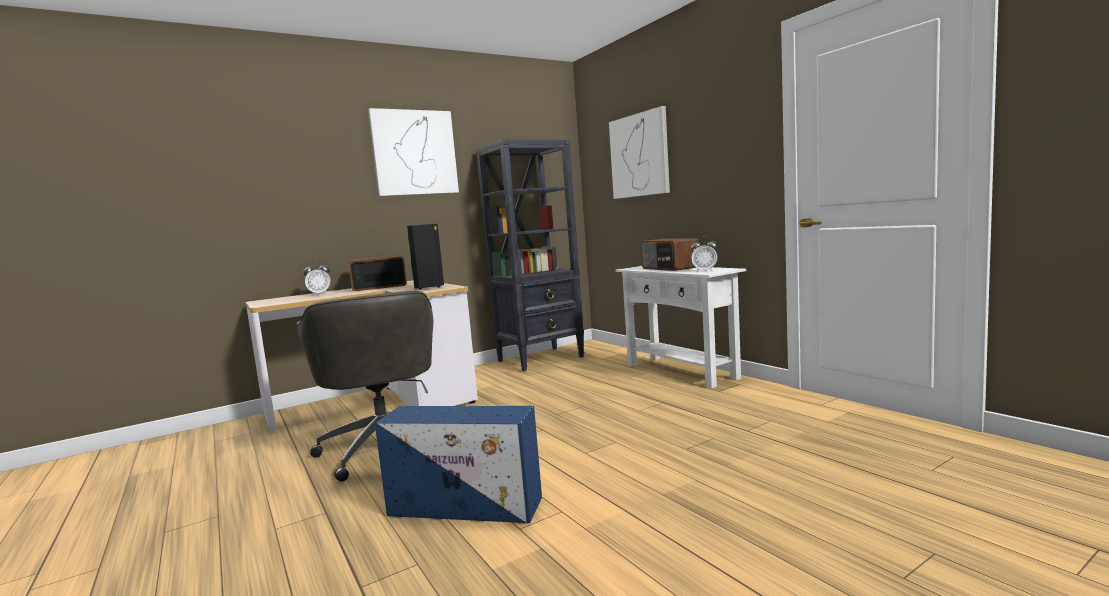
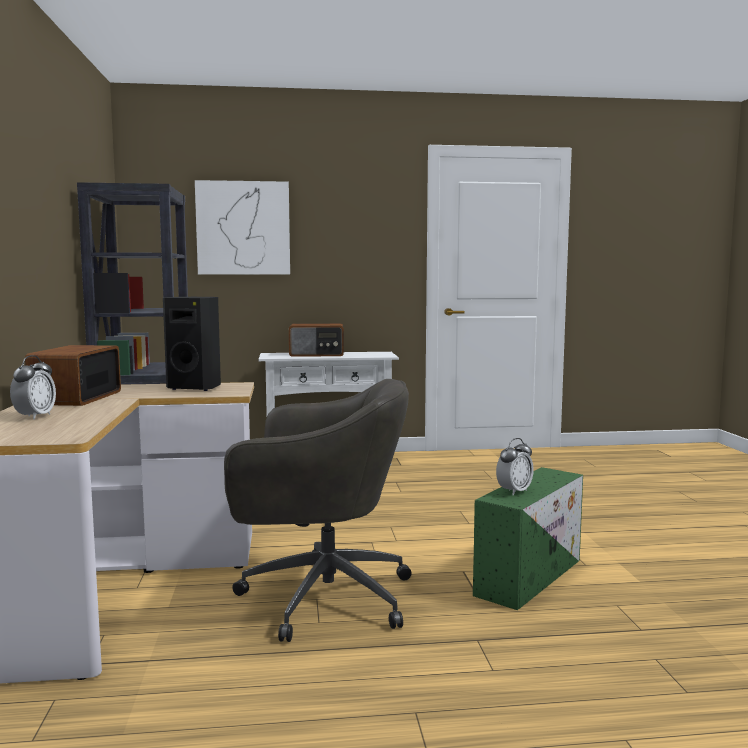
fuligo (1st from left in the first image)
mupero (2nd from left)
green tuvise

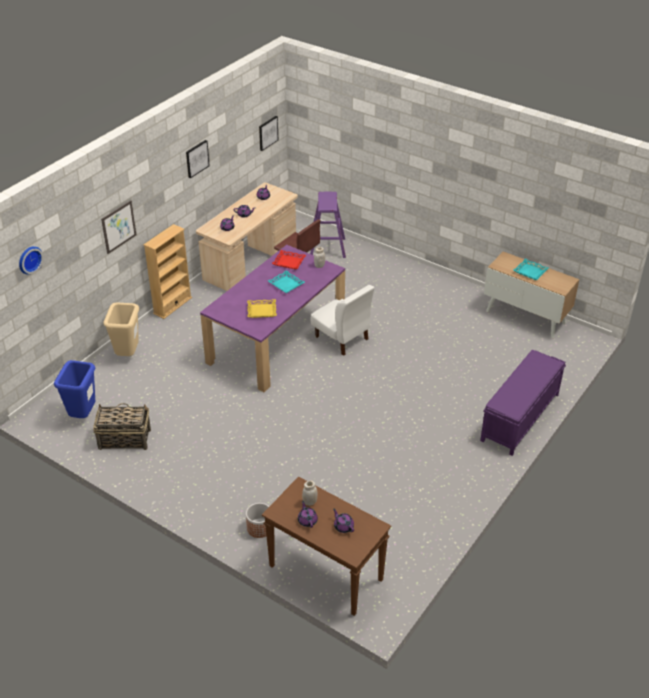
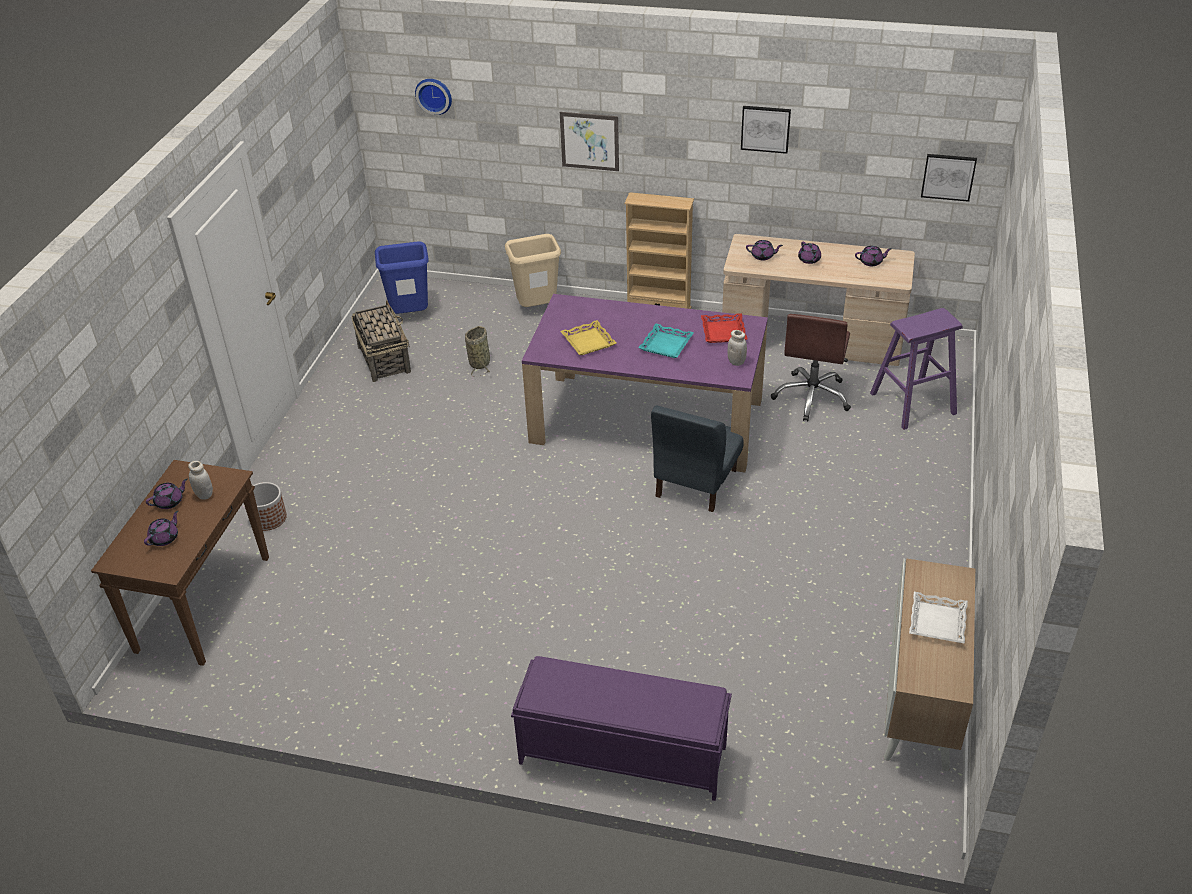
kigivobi (2nd from left)
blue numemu
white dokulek

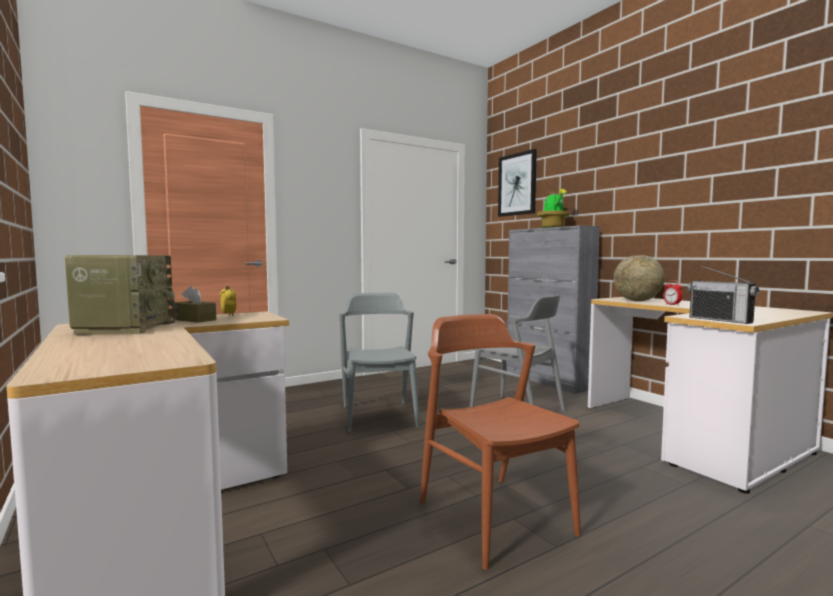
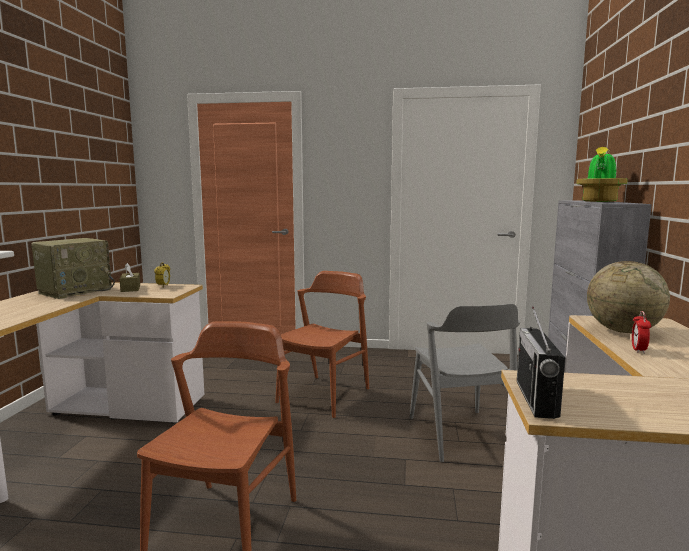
fuligo
brown numemu (2nd from left)

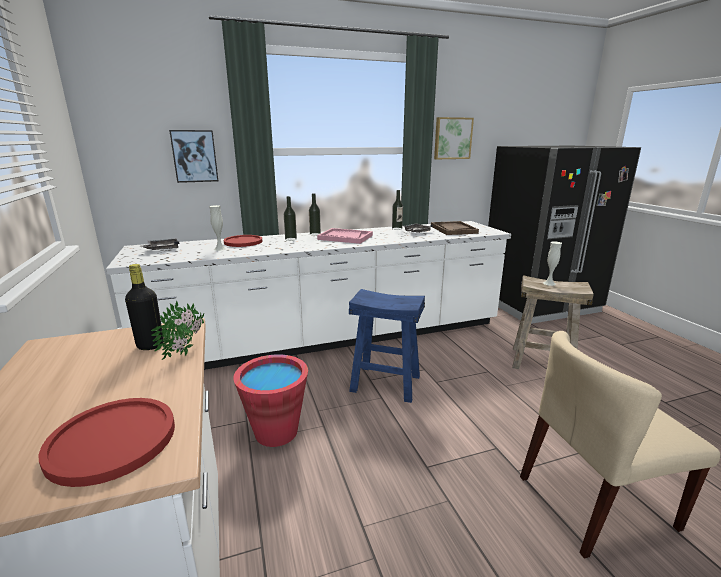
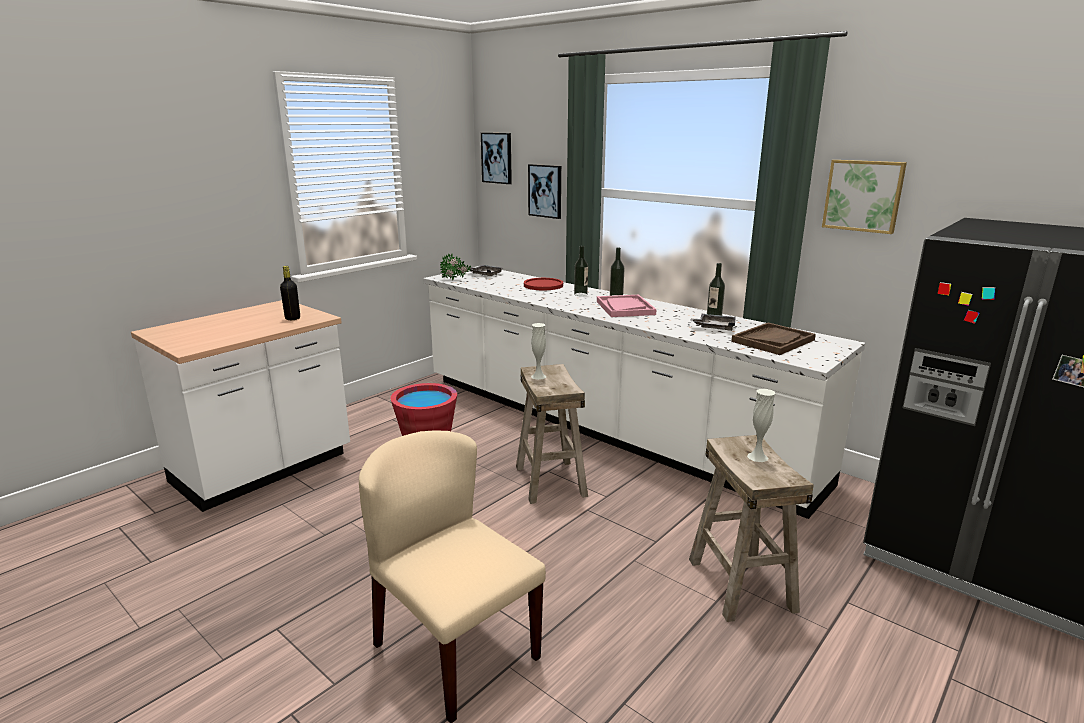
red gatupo (1st from left in the first image)
fuligo (1st from left)
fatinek
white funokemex (1st from left)
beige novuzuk (1st from left)

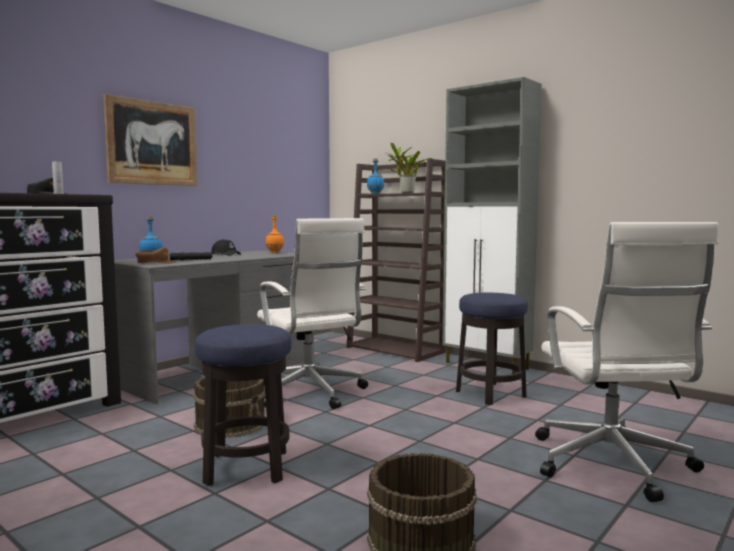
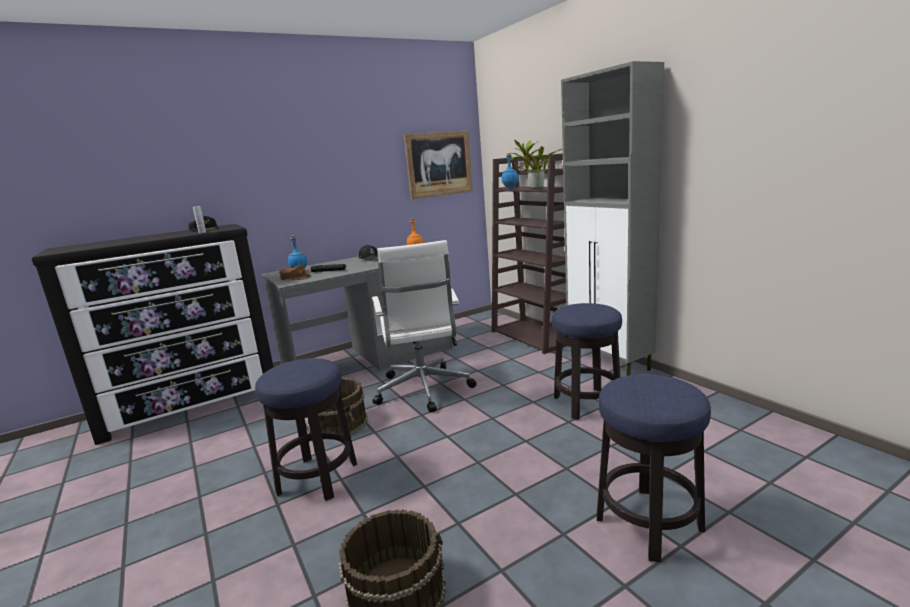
fuligo
novuzuk (3rd from left)

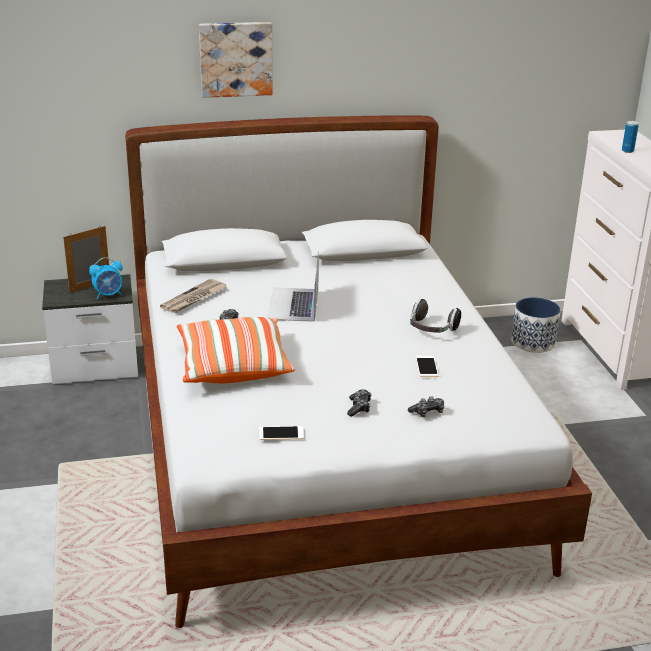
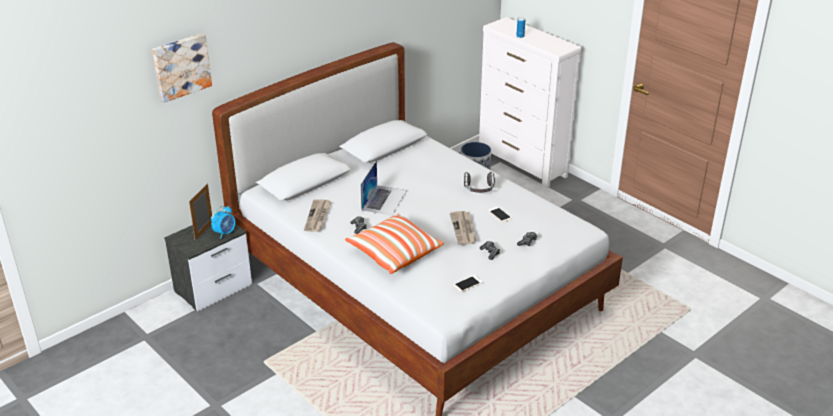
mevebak (2nd from left)
fuligo
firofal

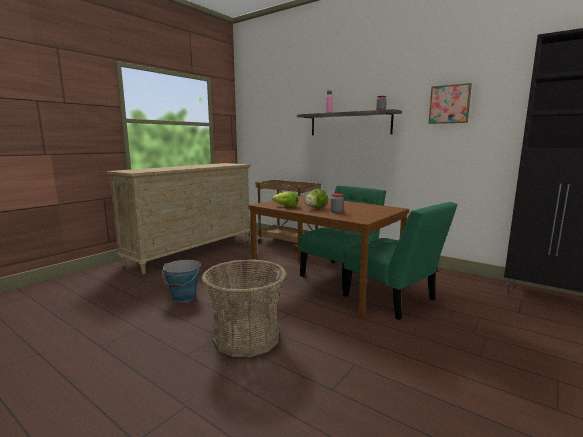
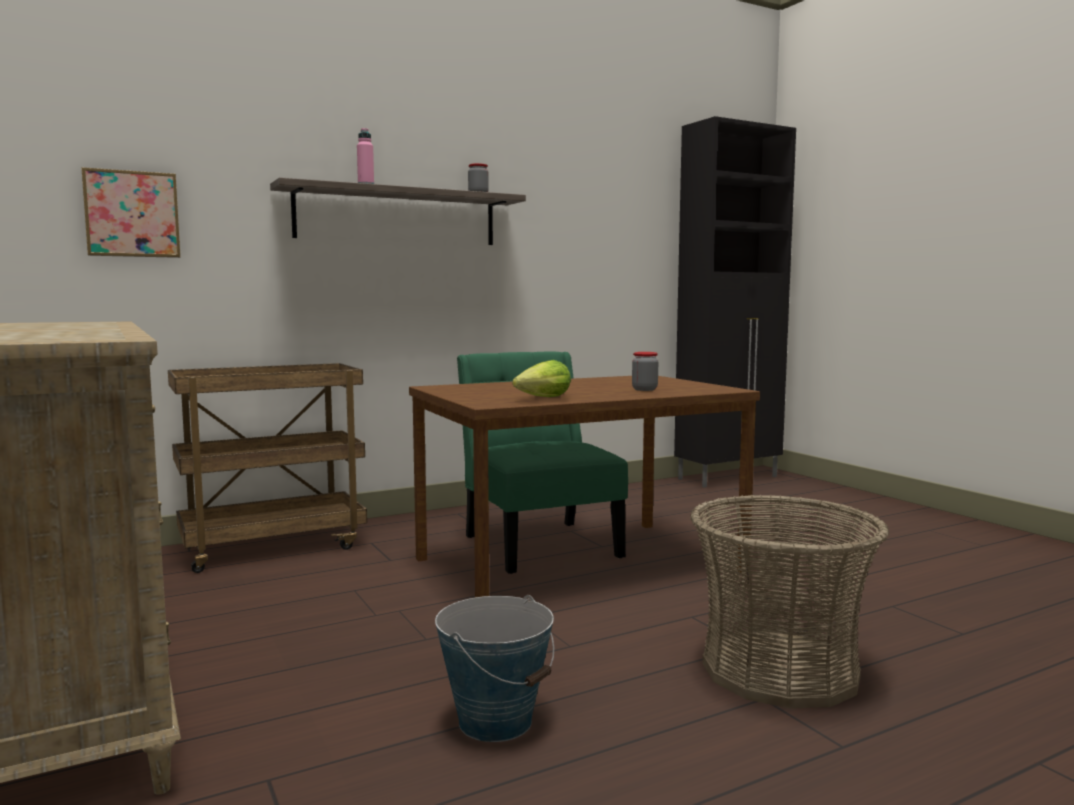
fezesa (2nd from left in the first image)
green numemu (2nd from left in the first image)
fuligo

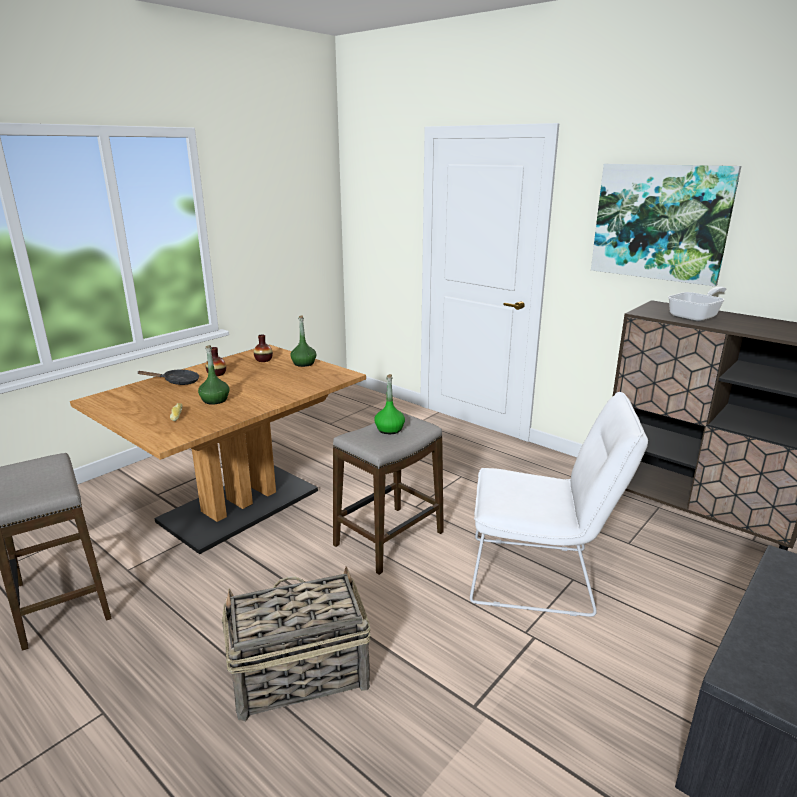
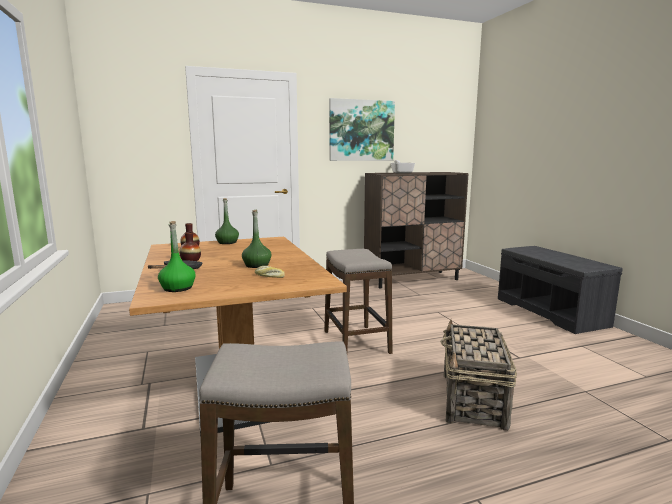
white numemu
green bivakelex (1st from left)

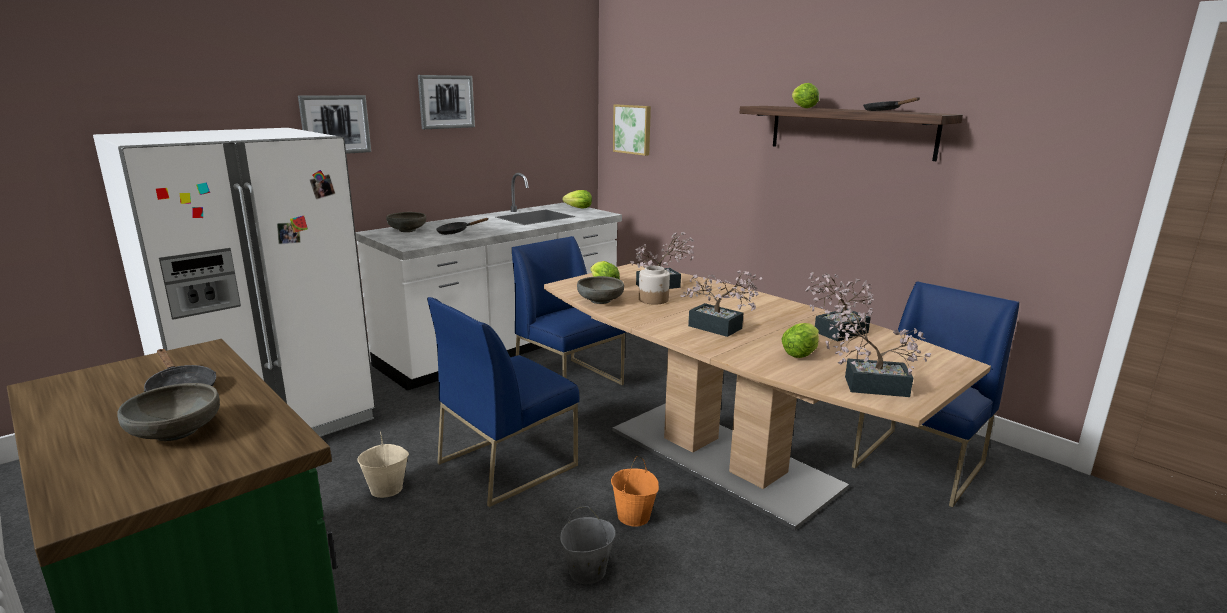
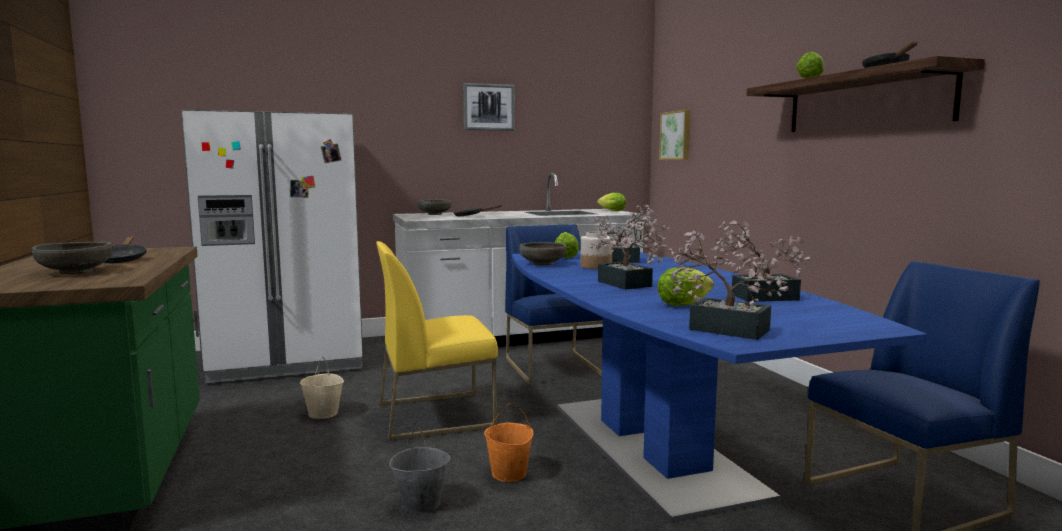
fuligo (1st from left in the first image)
yellow numemu
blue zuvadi

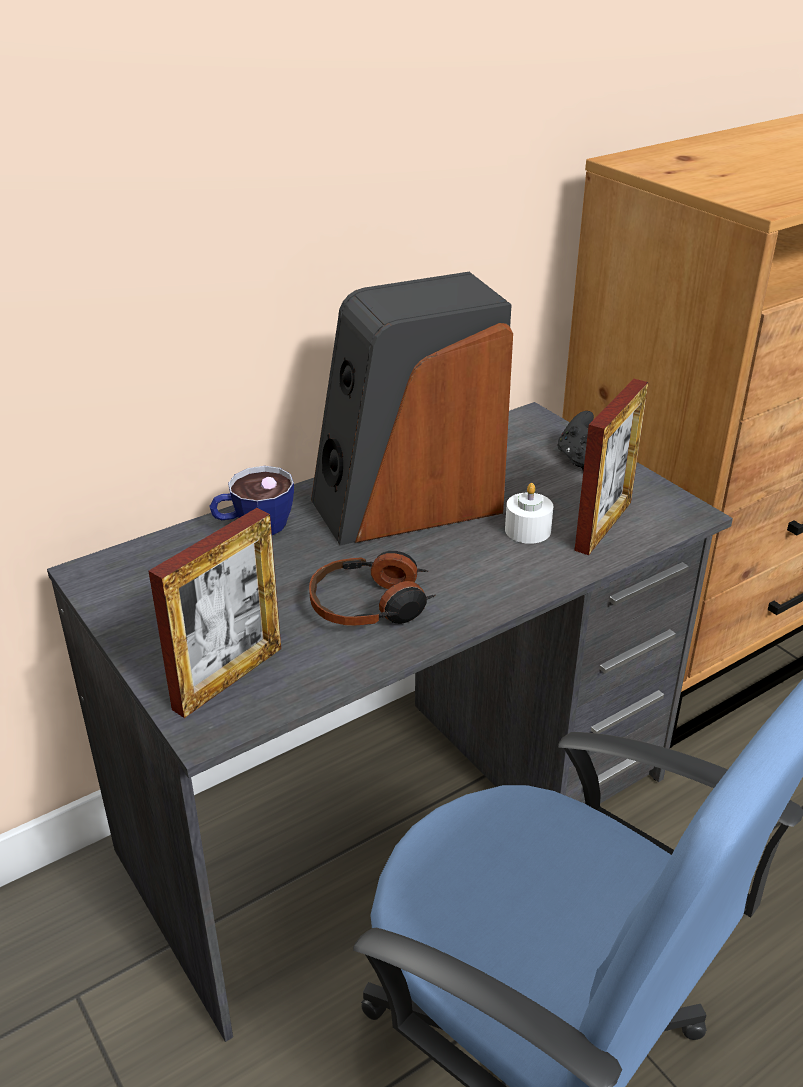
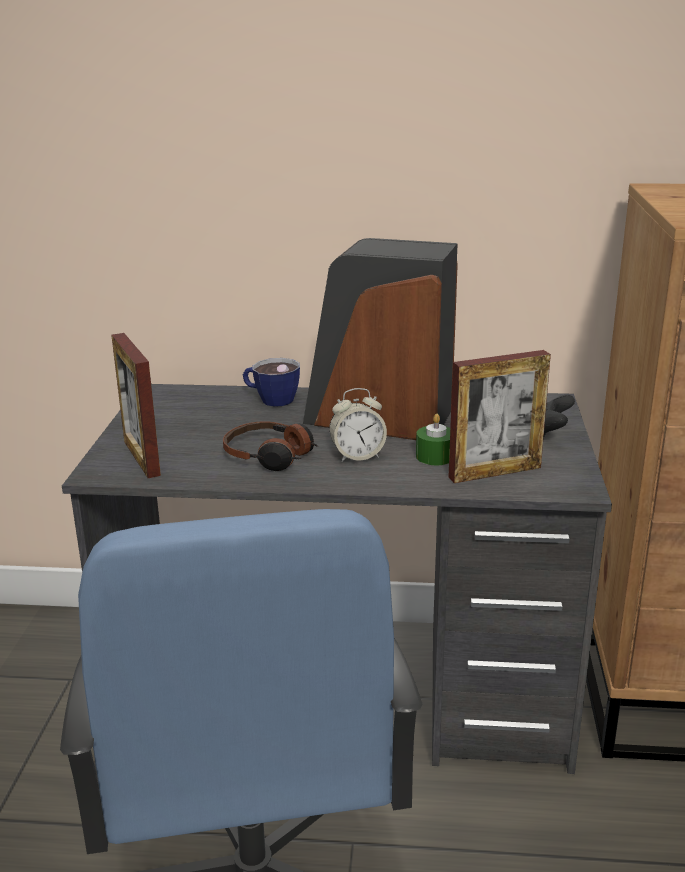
mupero
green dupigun
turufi (1st from left)

